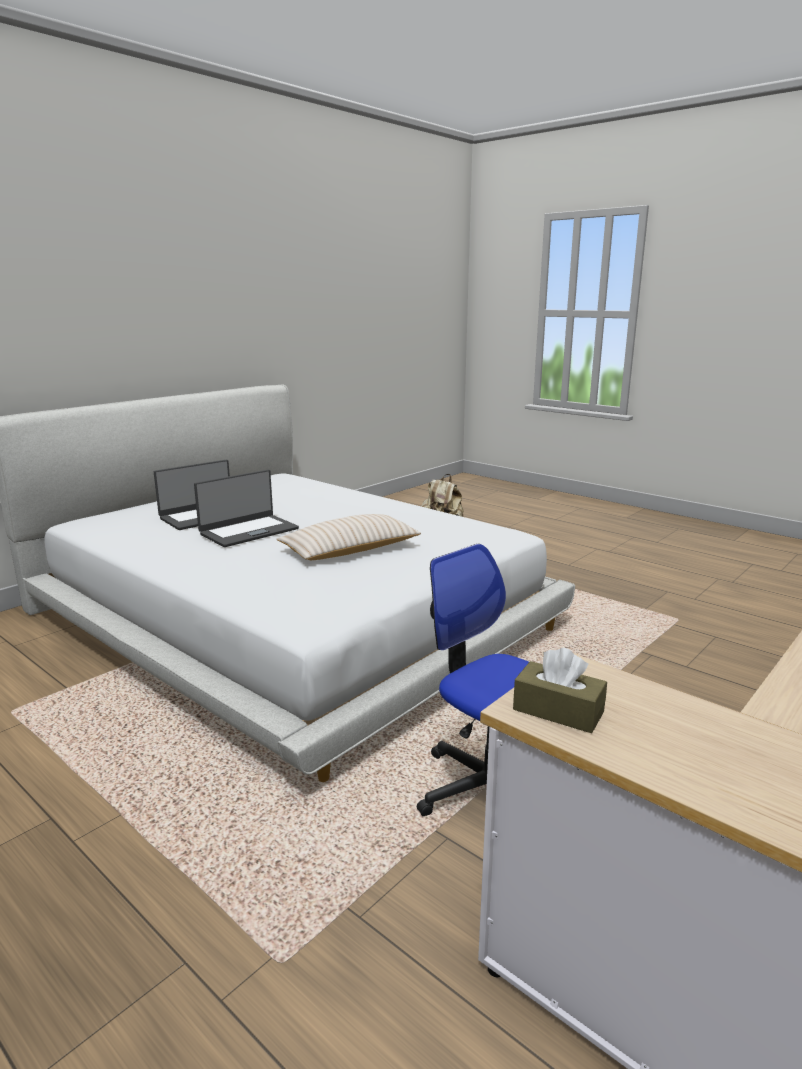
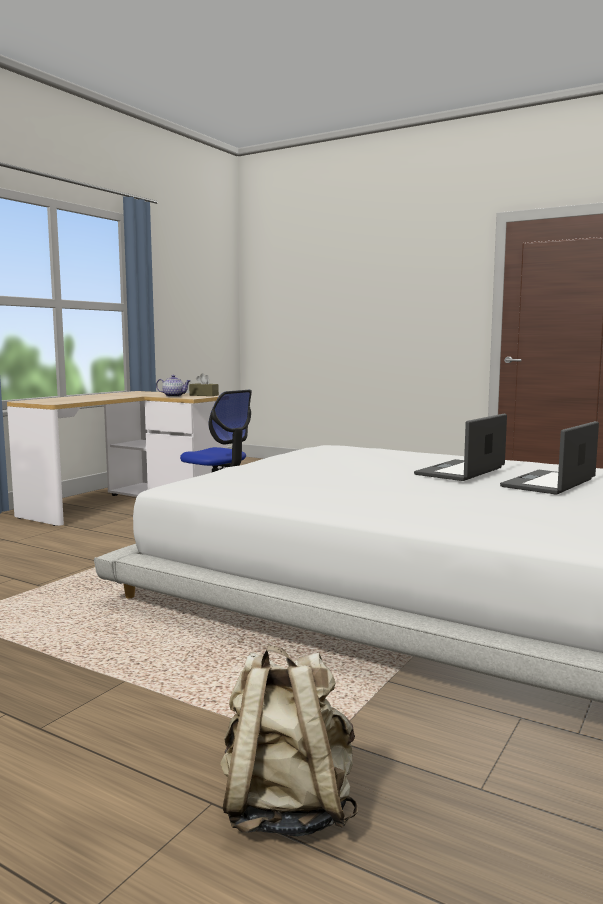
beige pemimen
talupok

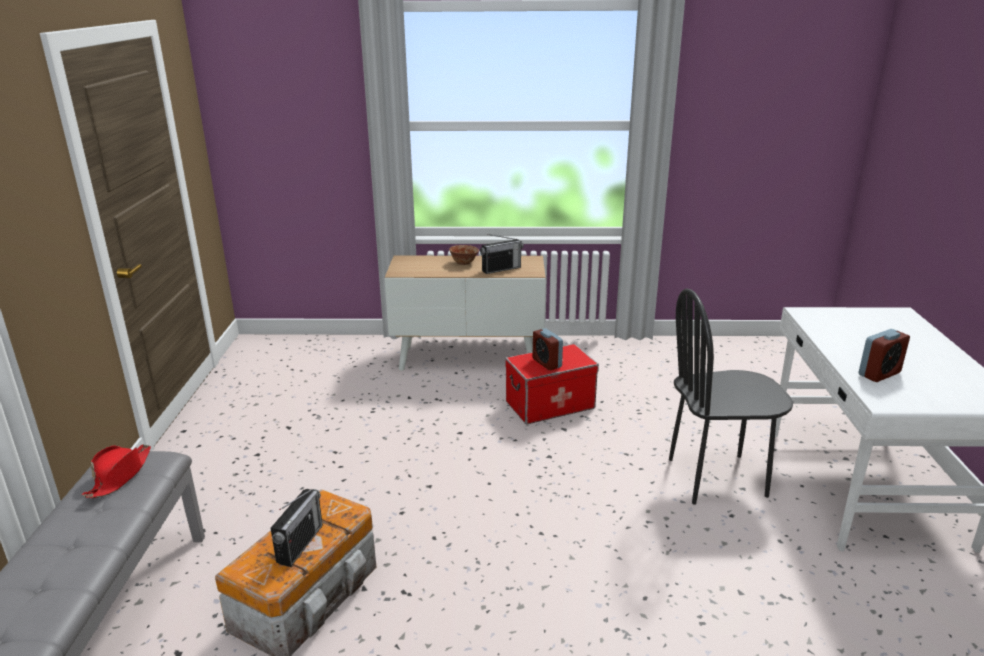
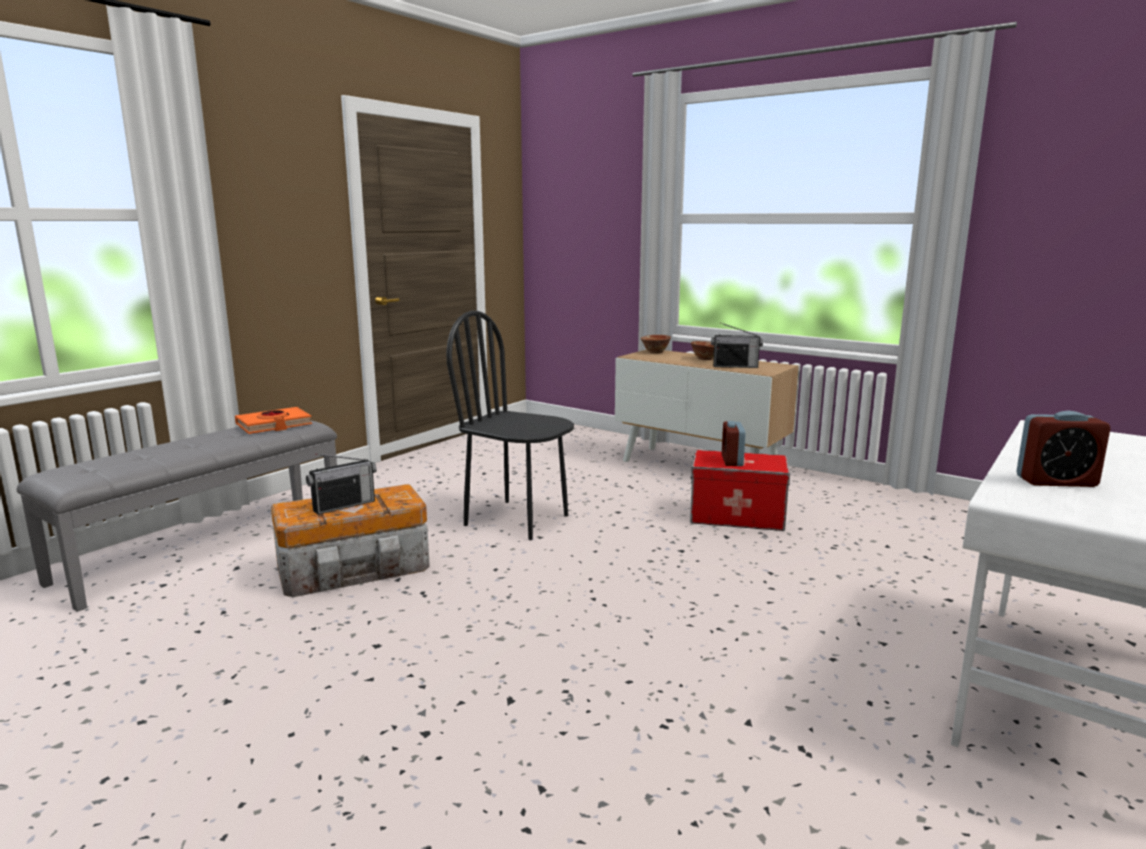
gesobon (1st from left)
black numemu
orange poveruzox

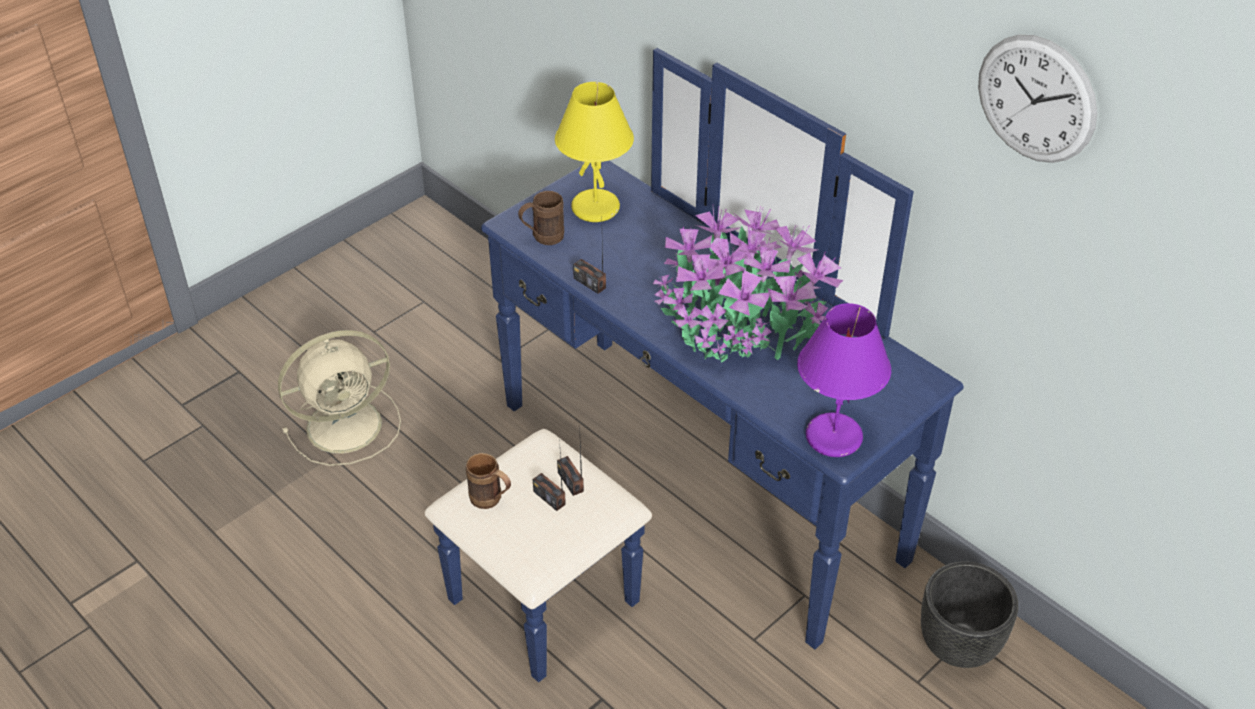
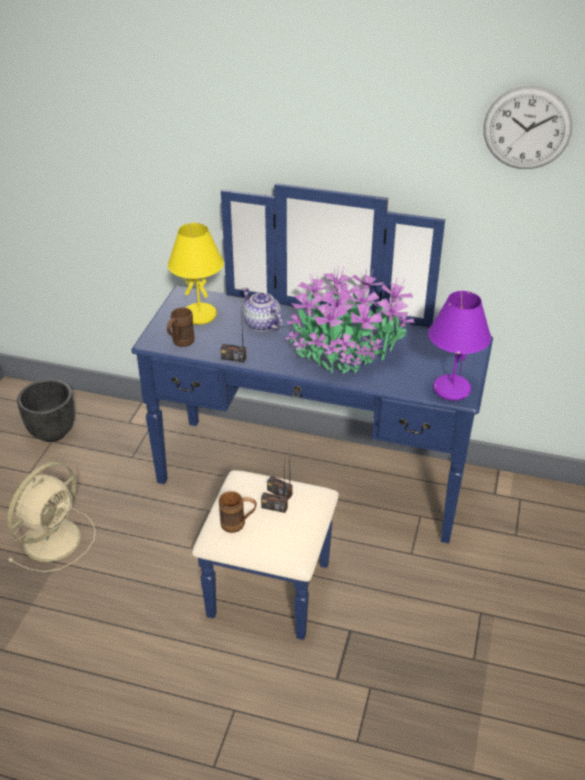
talupok
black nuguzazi

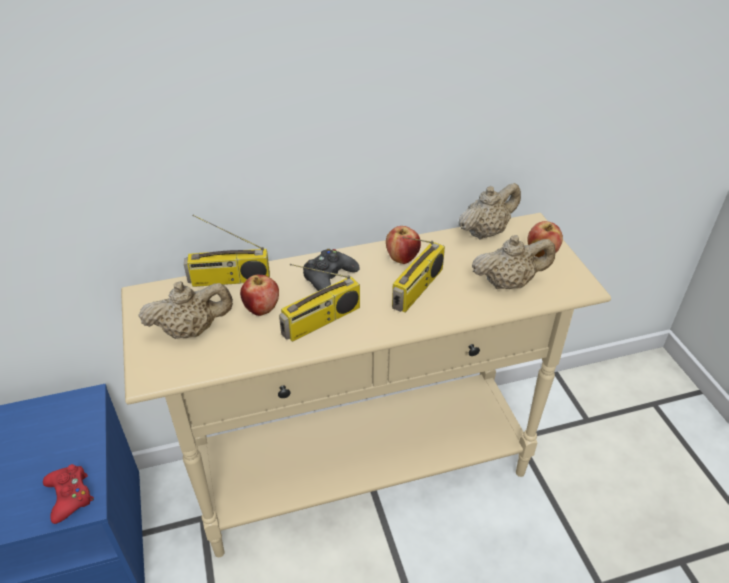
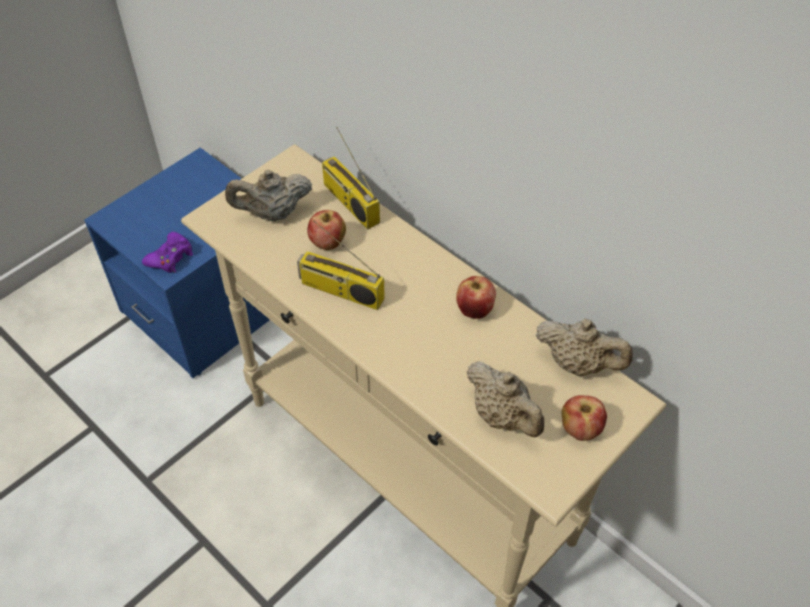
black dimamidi
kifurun (3rd from left in the first image)
purple dimamidi
beige talupok (1st from left)

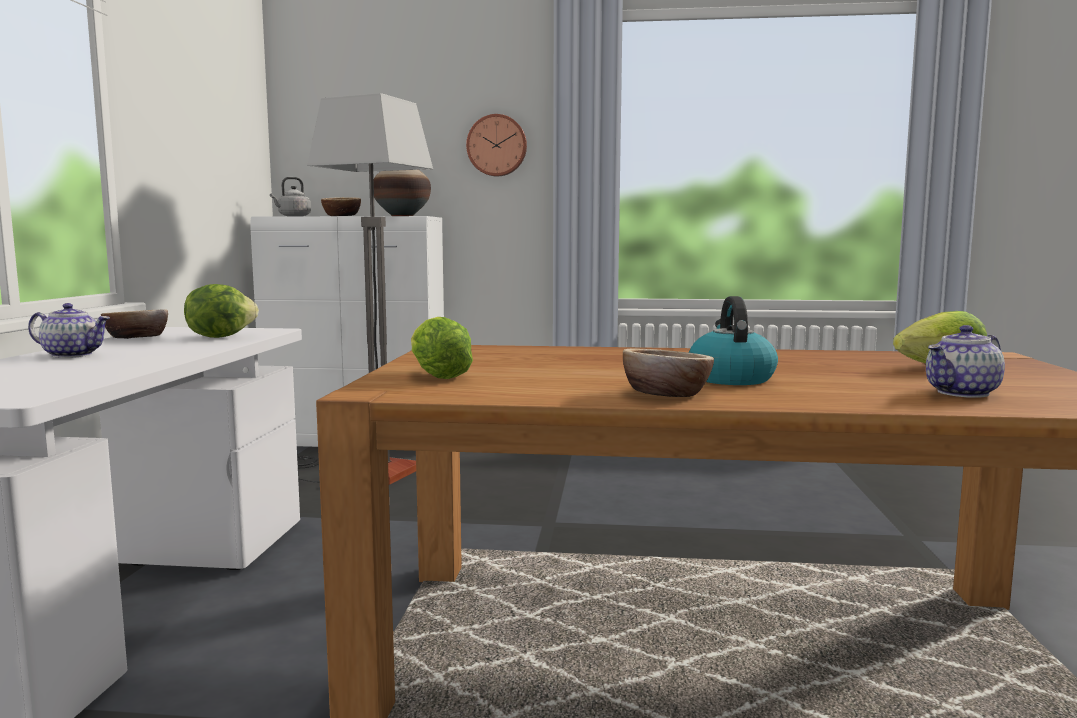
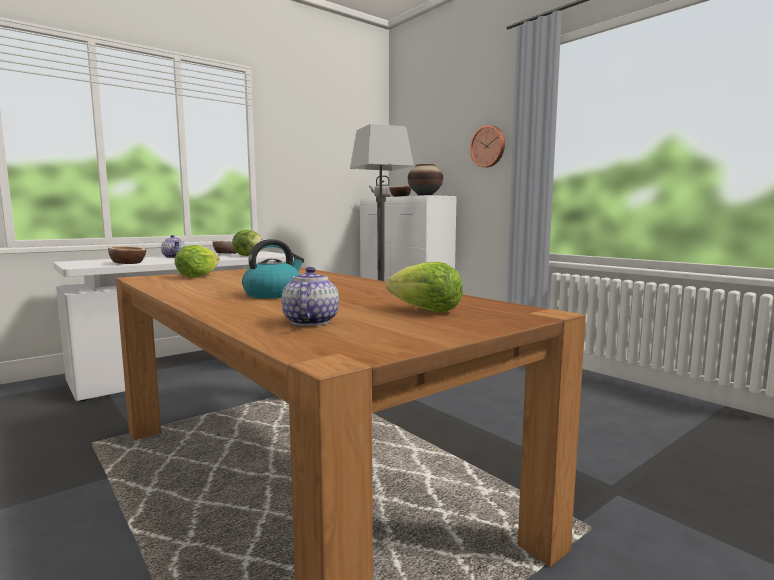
gesobon (1st from left)
talupok (2nd from left)

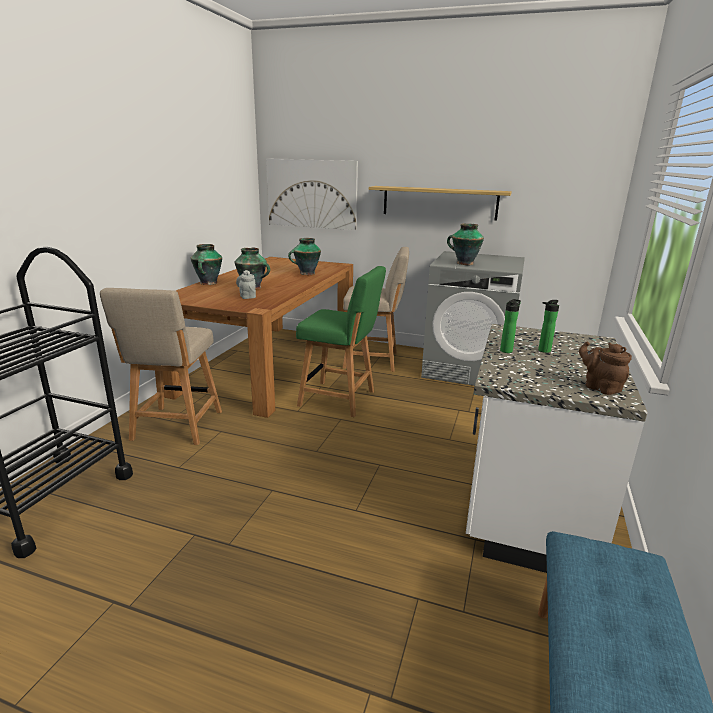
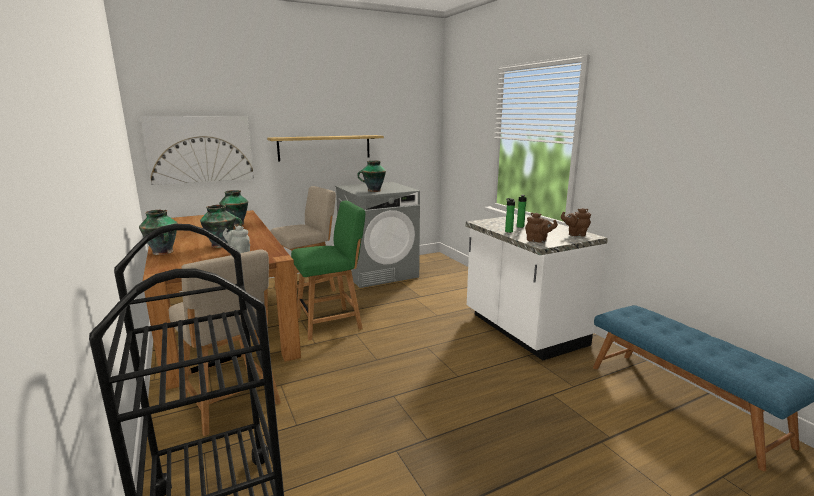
brown talupok (1st from left)

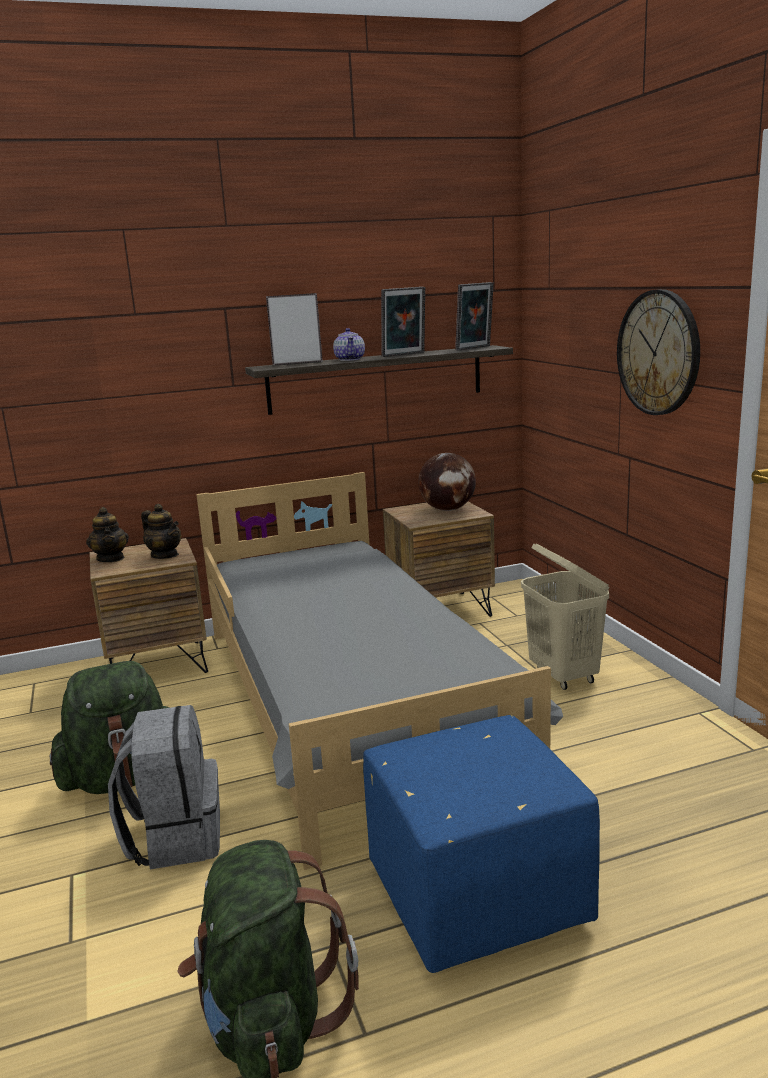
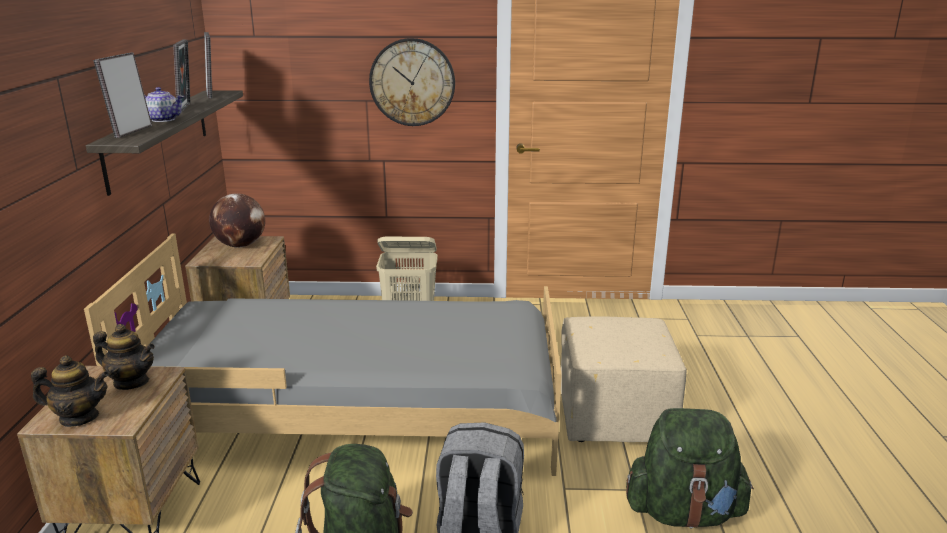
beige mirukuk
talupok (2nd from left)

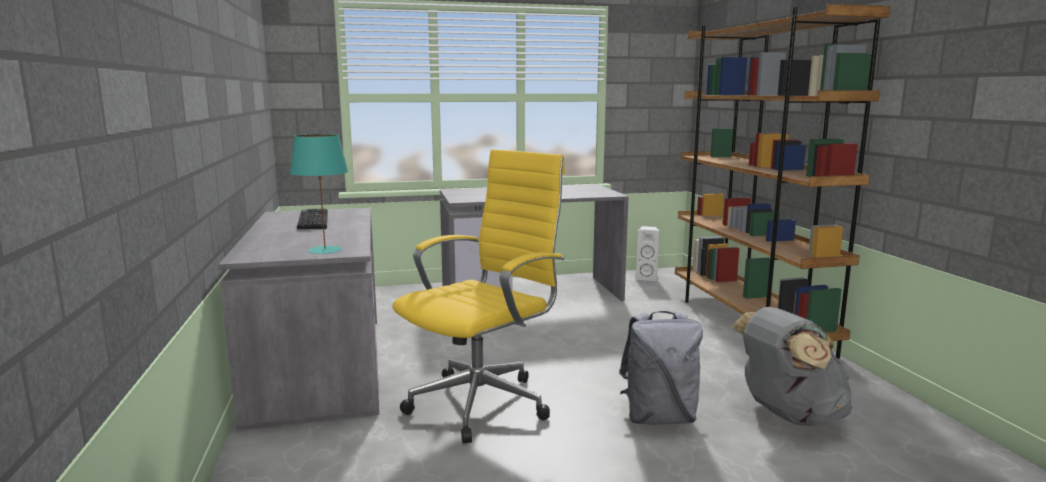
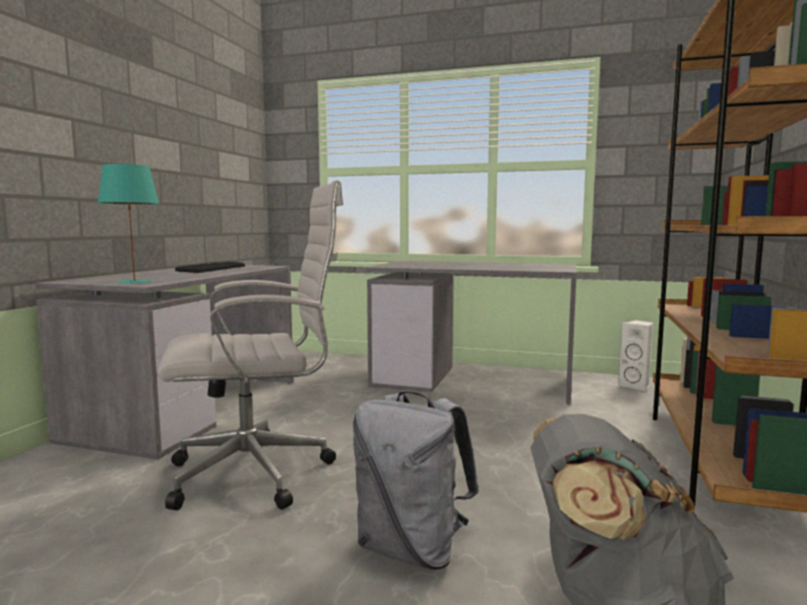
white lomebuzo

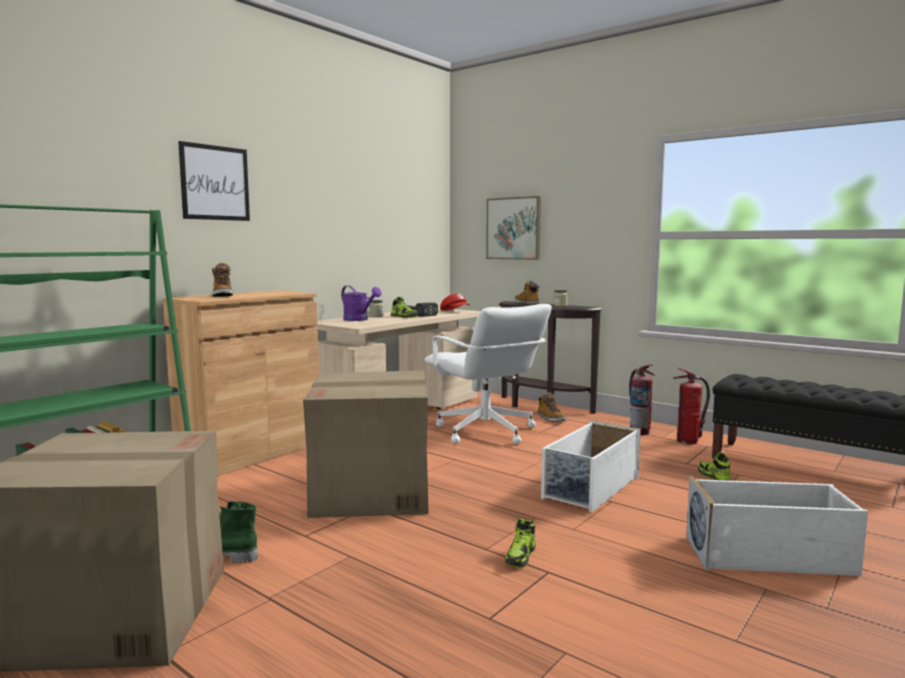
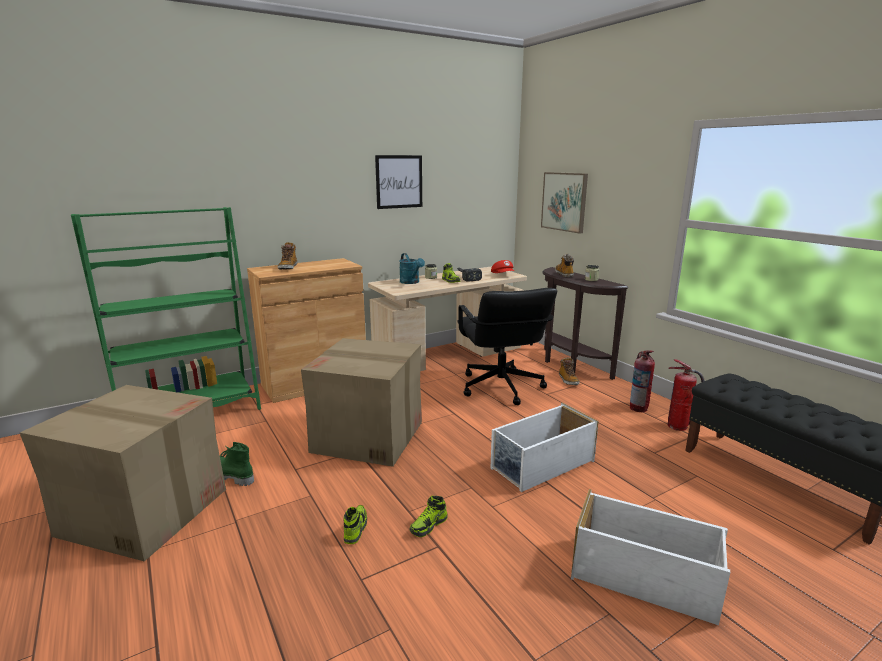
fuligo (1st from left)
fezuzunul (1st from left)
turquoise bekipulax
black lomebuzo

